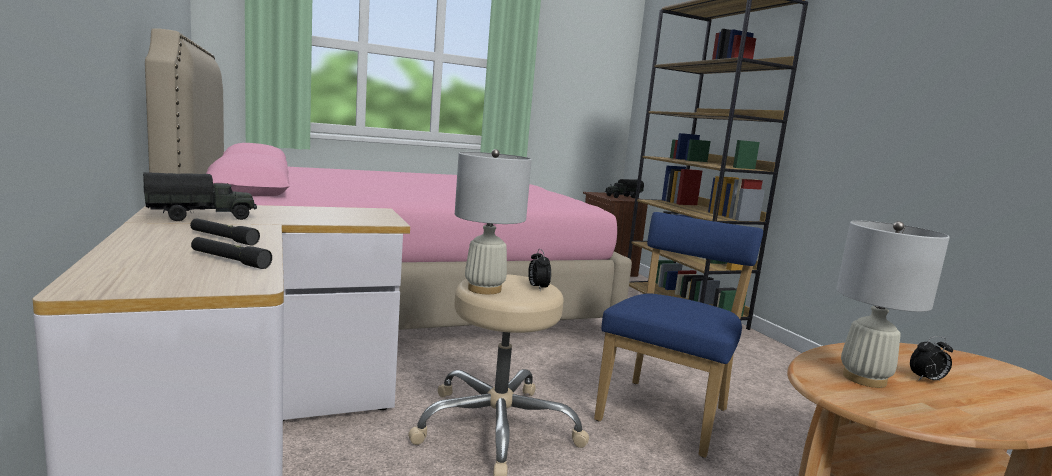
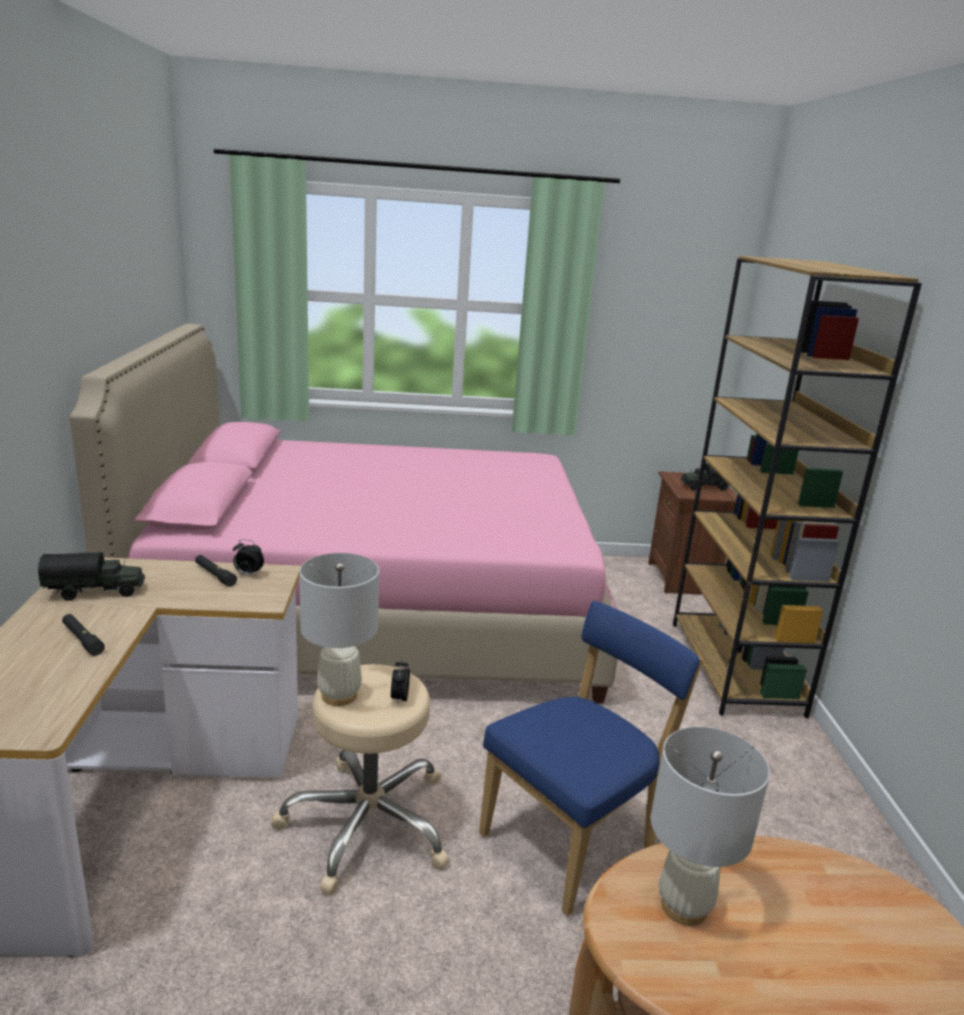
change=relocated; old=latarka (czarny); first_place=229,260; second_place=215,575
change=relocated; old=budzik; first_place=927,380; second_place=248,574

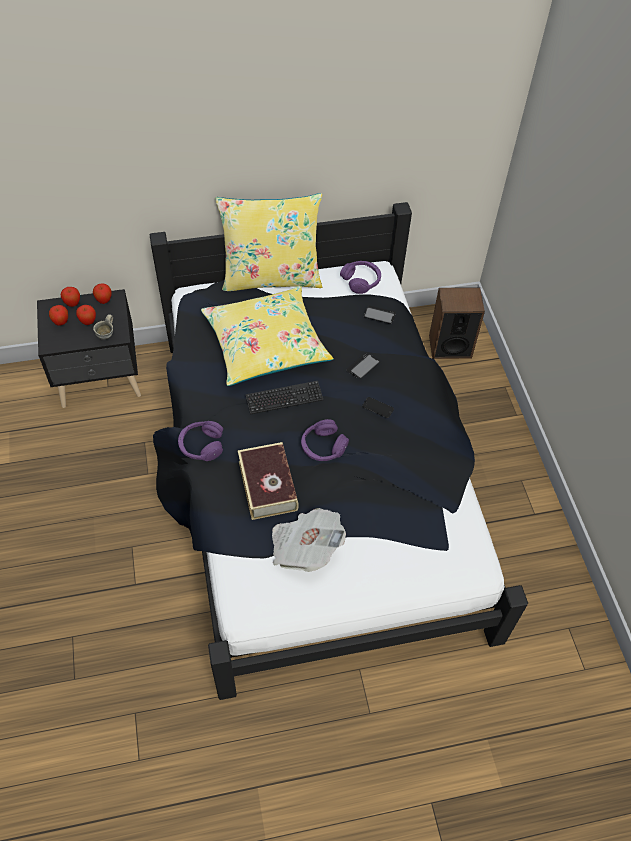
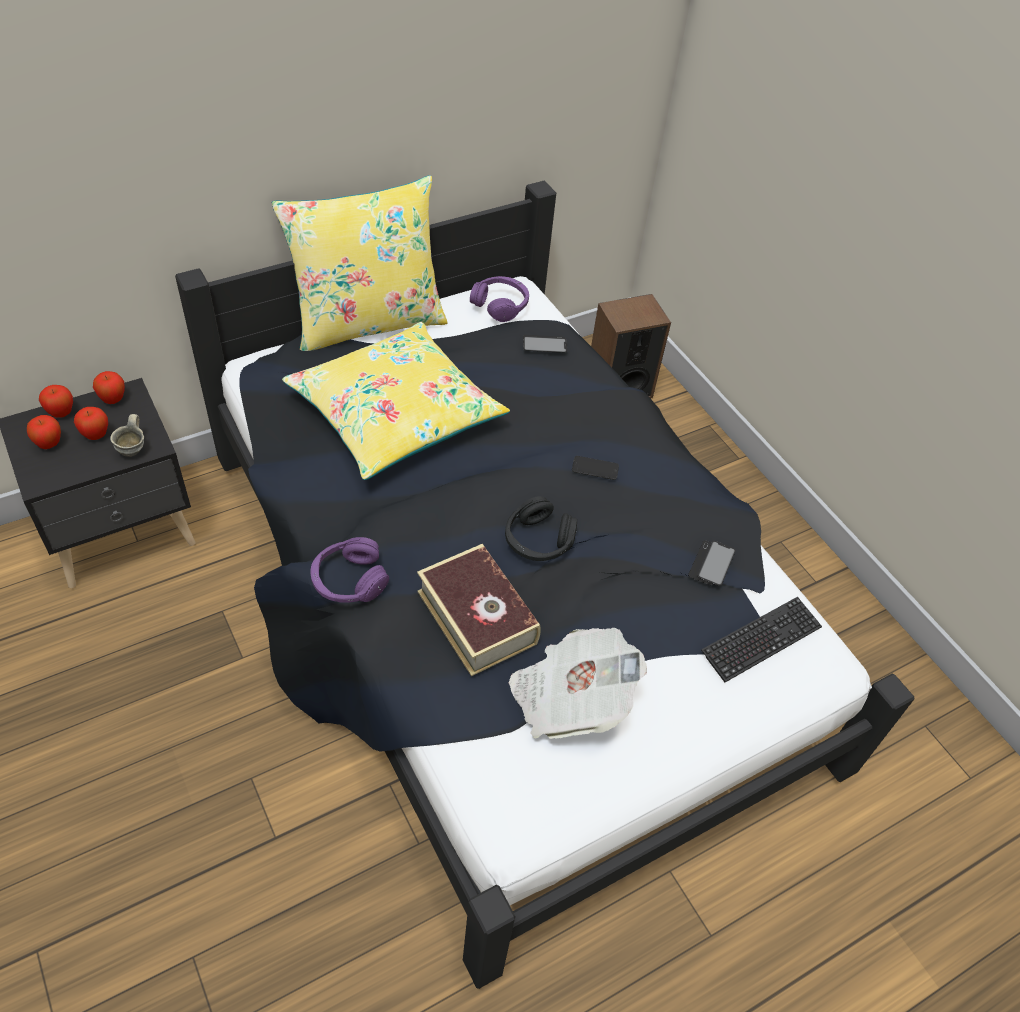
change=relocated; old=klawiatura; first_place=284,398; second_place=761,640
change=relocated; old=telefon; first_place=362,366; second_place=711,564
change=colour; old=słuchawki (fioletowy); new=słuchawki (czarny); first_place=323,446; second_place=538,540

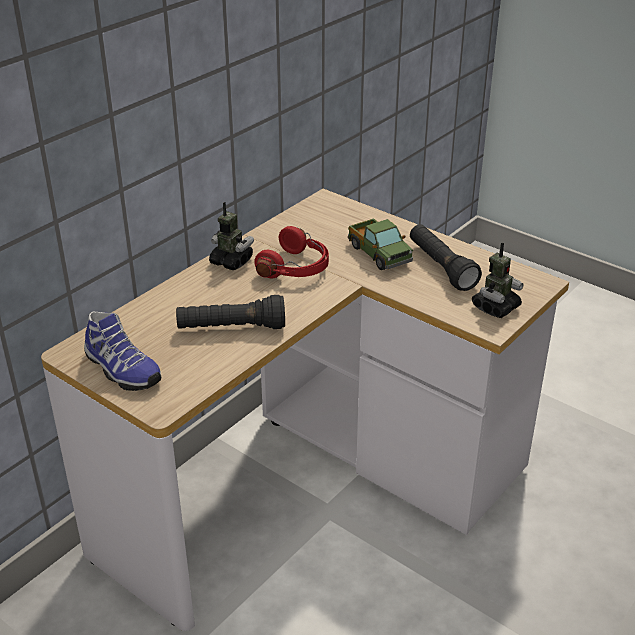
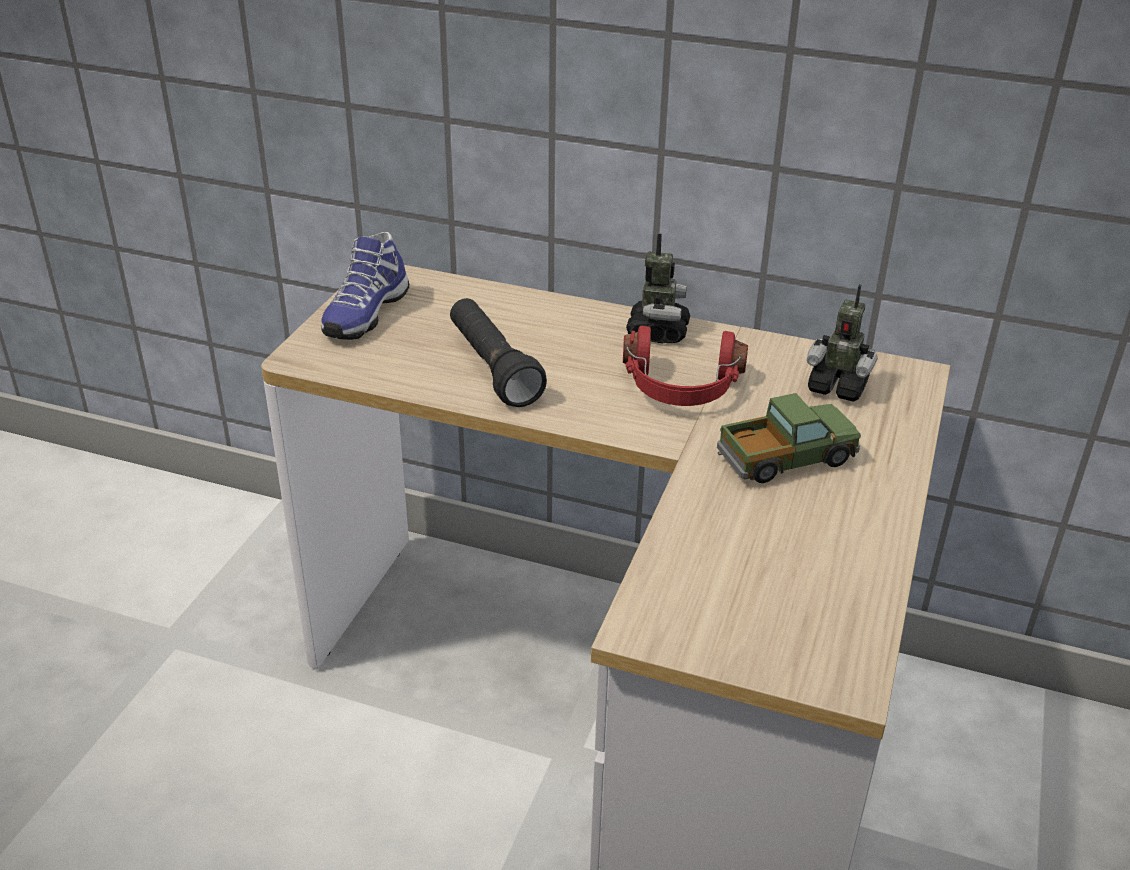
change=missing; old=latarka (czarny); first_place=441,267
change=relocated; old=robot zabawkowy; first_place=495,307; second_place=837,387
change=spun; old=ciężarówka zabawkowa; first_place=379,254; second_place=786,459; degrees=-150

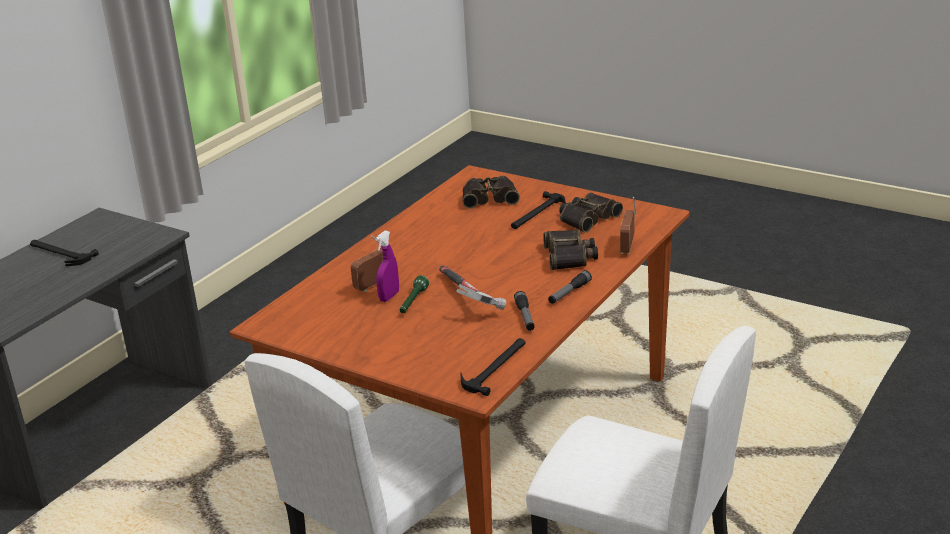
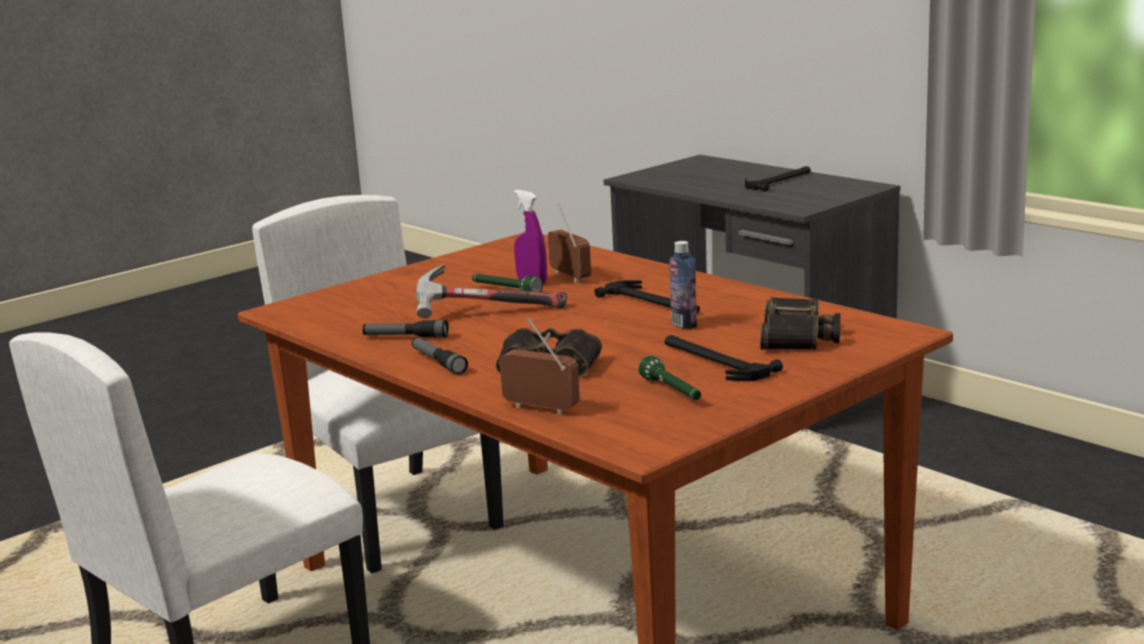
change=appeared; new=butelka; second_place=684,324
change=relocated; old=młotek; first_place=495,367; second_place=652,302
change=exchanged; old=lornetka; new=latarka (zielony); first_place=587,218; second_place=672,392

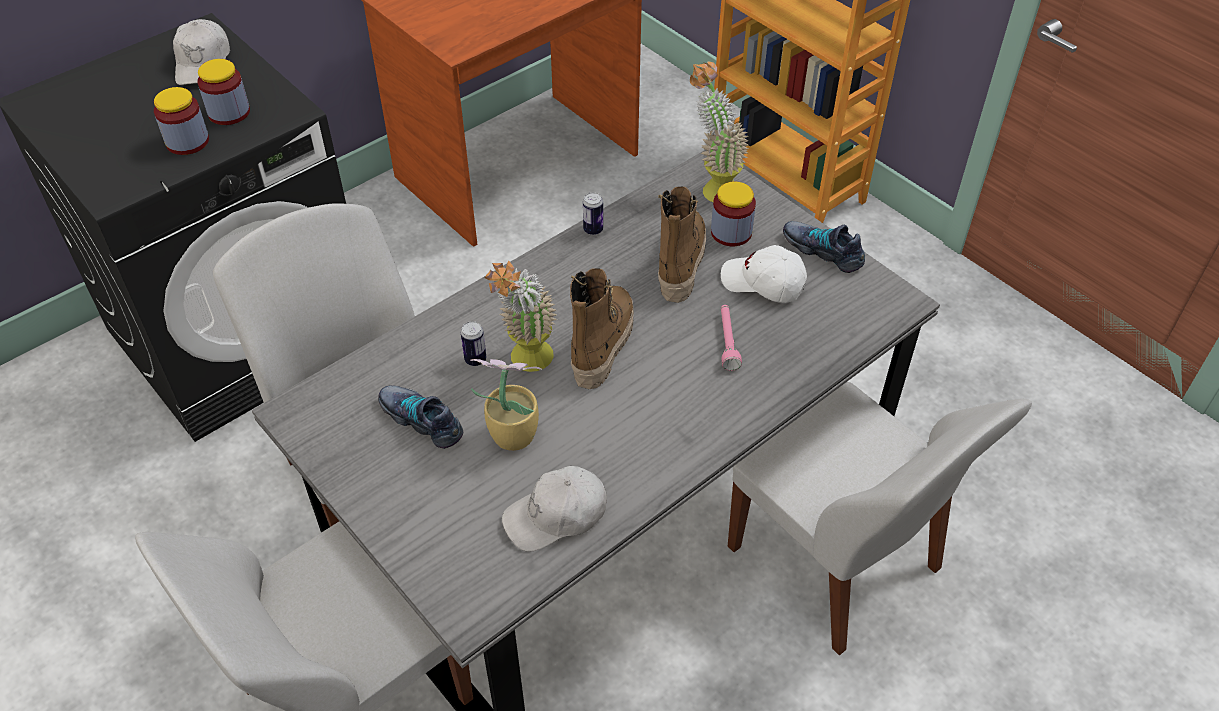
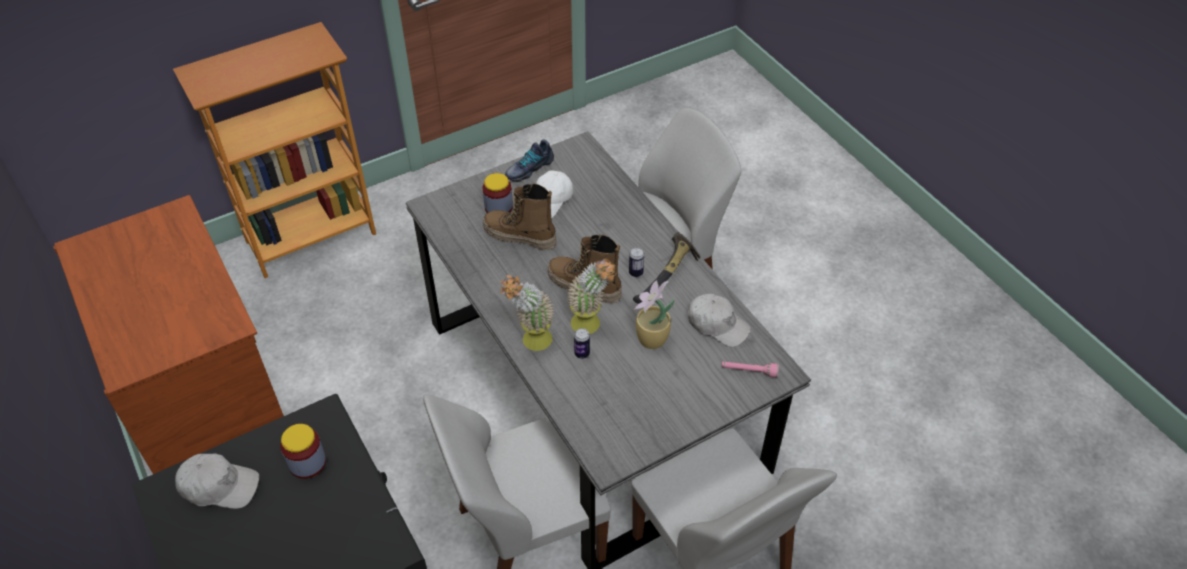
change=missing; old=słoik; first_place=187,142
change=missing; old=but; first_place=422,420
change=appeared; new=młotek; second_place=668,276
change=relocated; old=puszka; first_place=593,230; second_place=636,273
change=relocated; old=roślina doniczkowa; first_place=712,187; second_place=531,343
change=relocated; old=latarka (różowy); first_place=727,341; second_place=748,371
change=spun; old=czapka z daszkiem (biały); first_place=556,516; second_place=717,325; degrees=-45

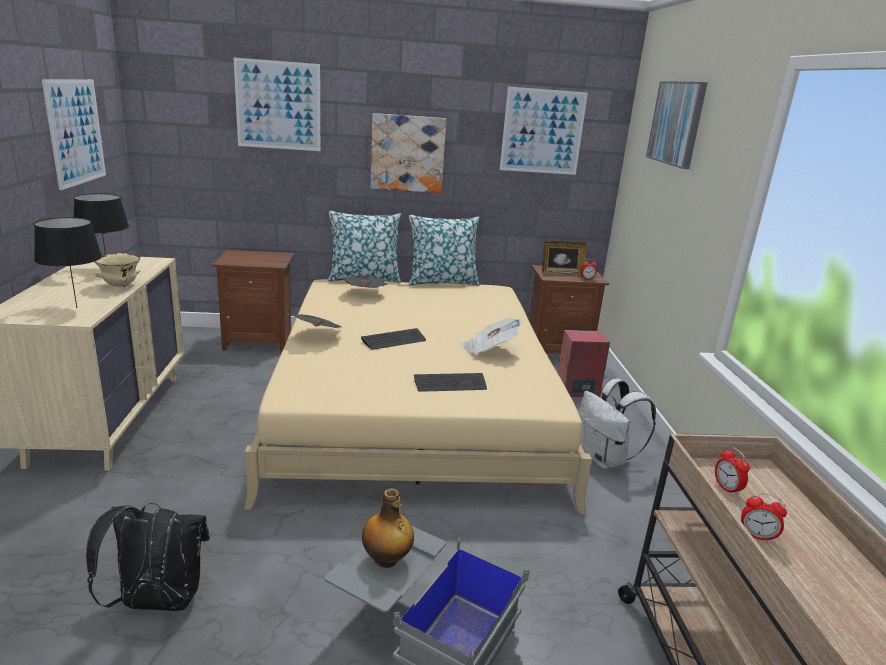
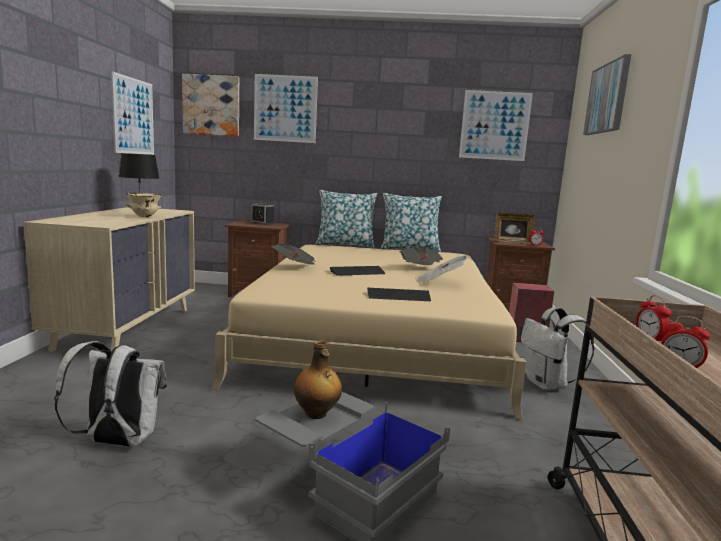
change=missing; old=lampa stołowa (czarny); first_place=76,307
change=appeared; new=budzik; second_place=262,223
change=relocated; old=gazeta; first_place=365,294; second_place=420,268
change=relocated; old=obraz; first_place=407,153; second_place=211,105
change=colour; old=plecak (czarny); new=plecak (biały); first_place=157,603; second_place=117,442

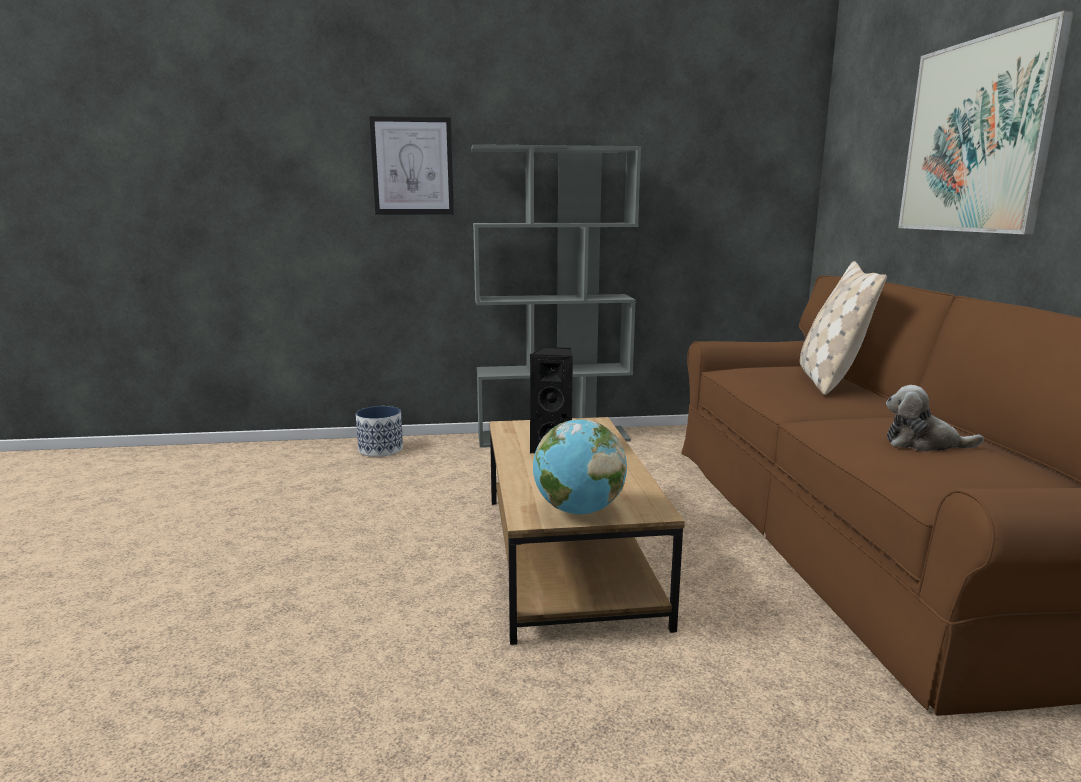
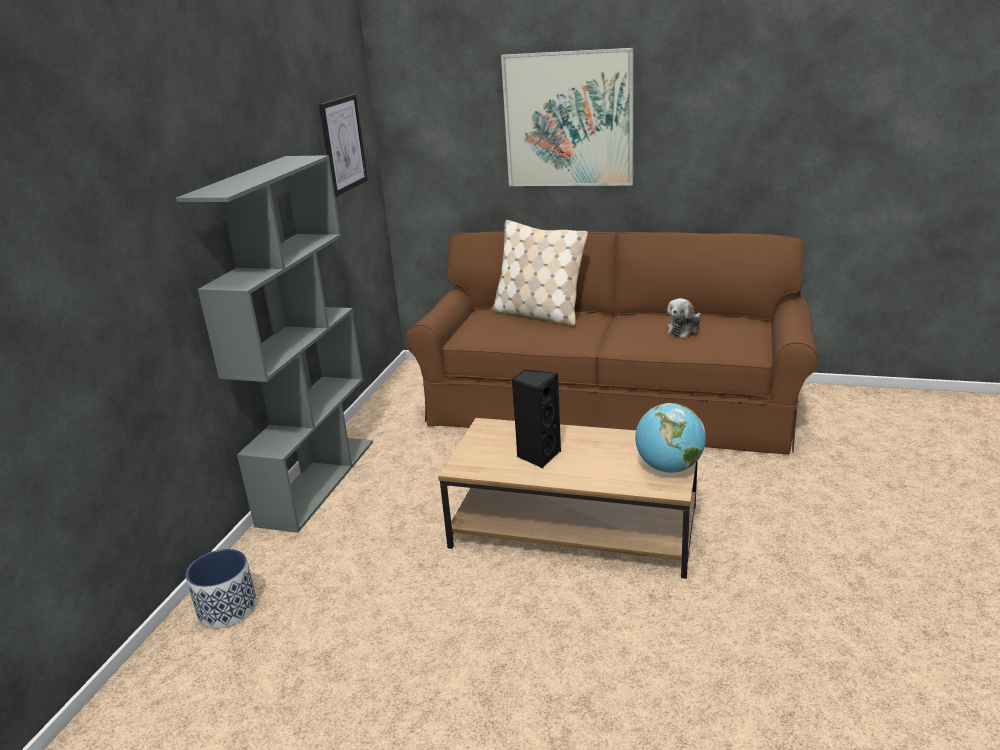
change=relocated; old=obraz; first_place=412,166; second_place=343,144

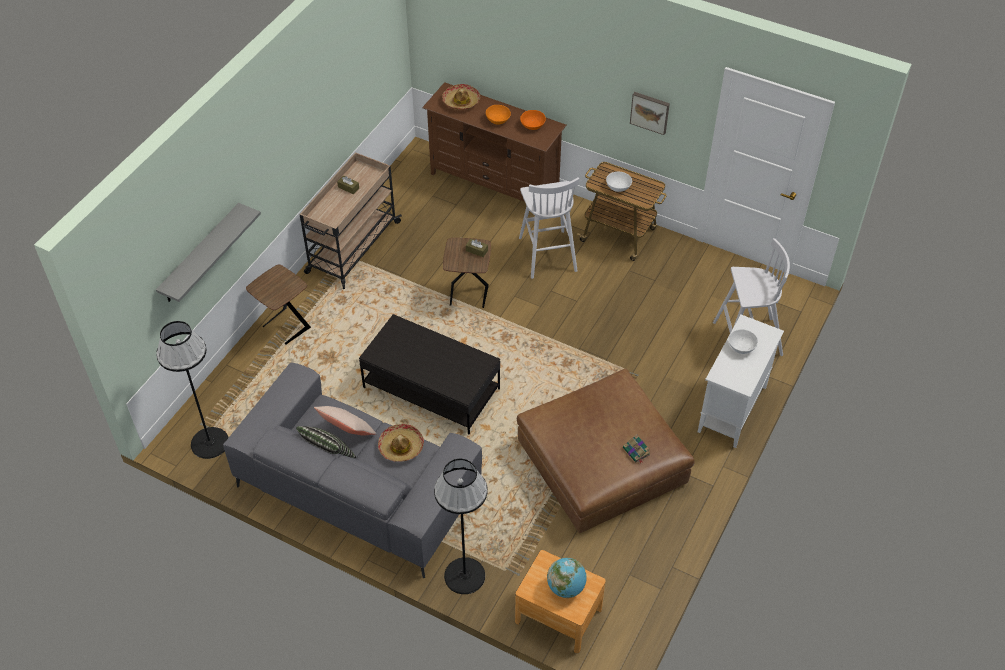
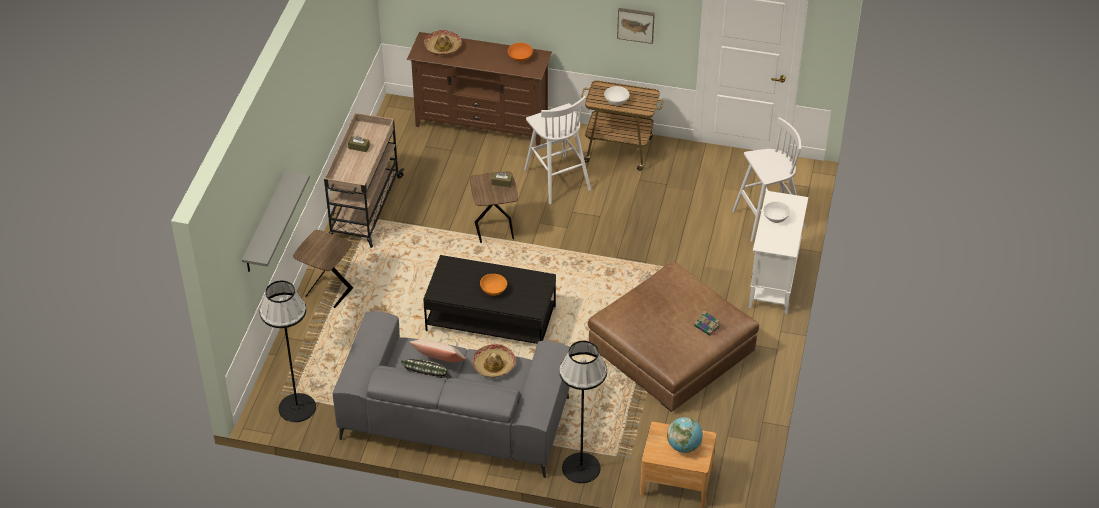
change=relocated; old=miska (pomarańczowy); first_place=498,120; second_place=493,290

